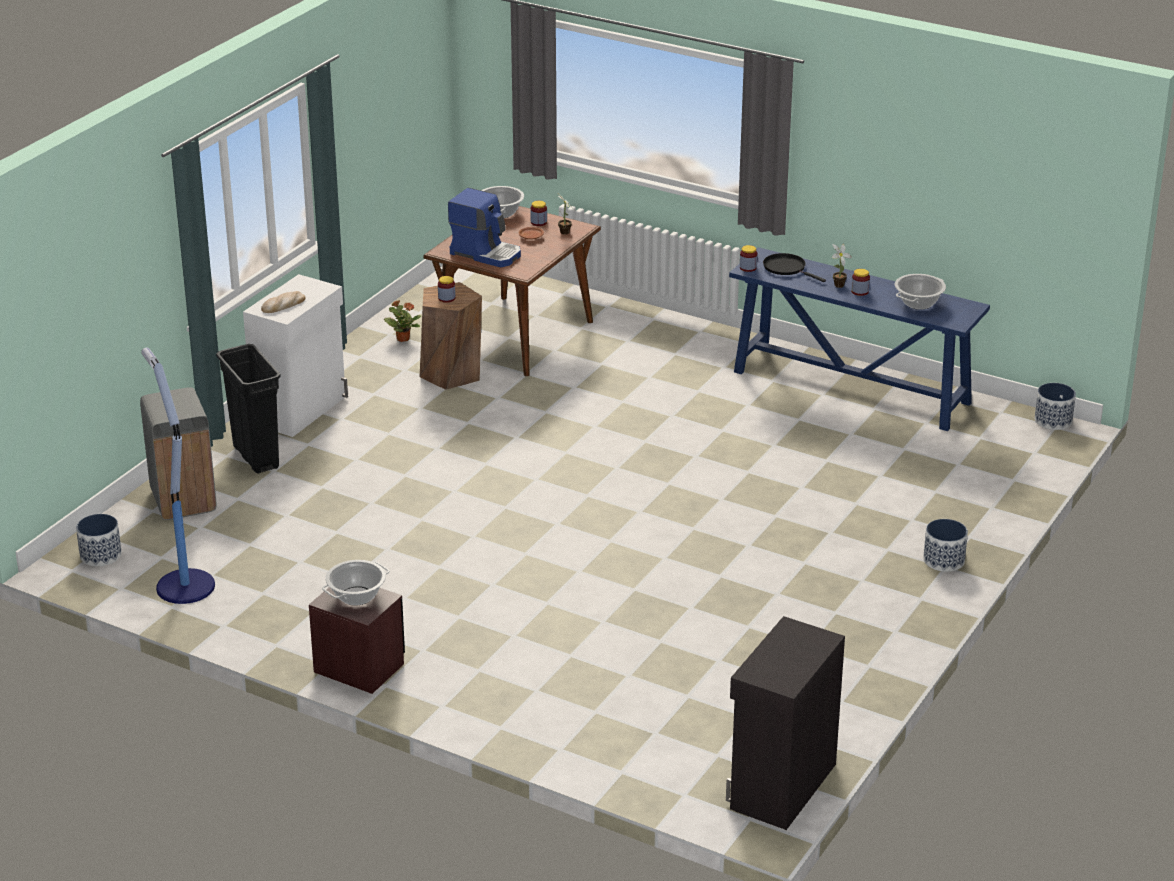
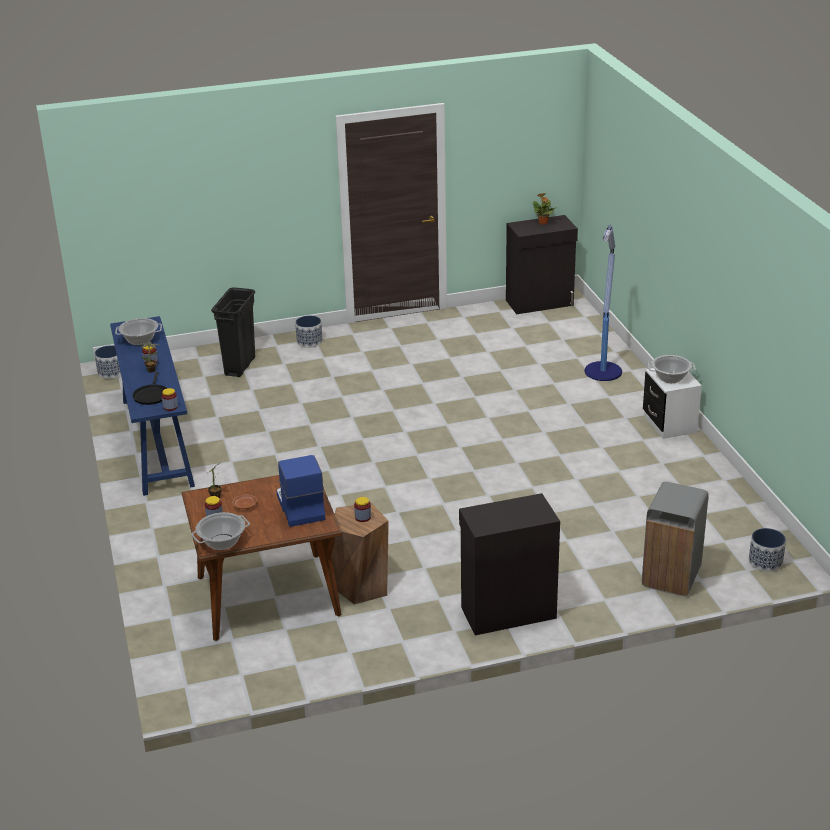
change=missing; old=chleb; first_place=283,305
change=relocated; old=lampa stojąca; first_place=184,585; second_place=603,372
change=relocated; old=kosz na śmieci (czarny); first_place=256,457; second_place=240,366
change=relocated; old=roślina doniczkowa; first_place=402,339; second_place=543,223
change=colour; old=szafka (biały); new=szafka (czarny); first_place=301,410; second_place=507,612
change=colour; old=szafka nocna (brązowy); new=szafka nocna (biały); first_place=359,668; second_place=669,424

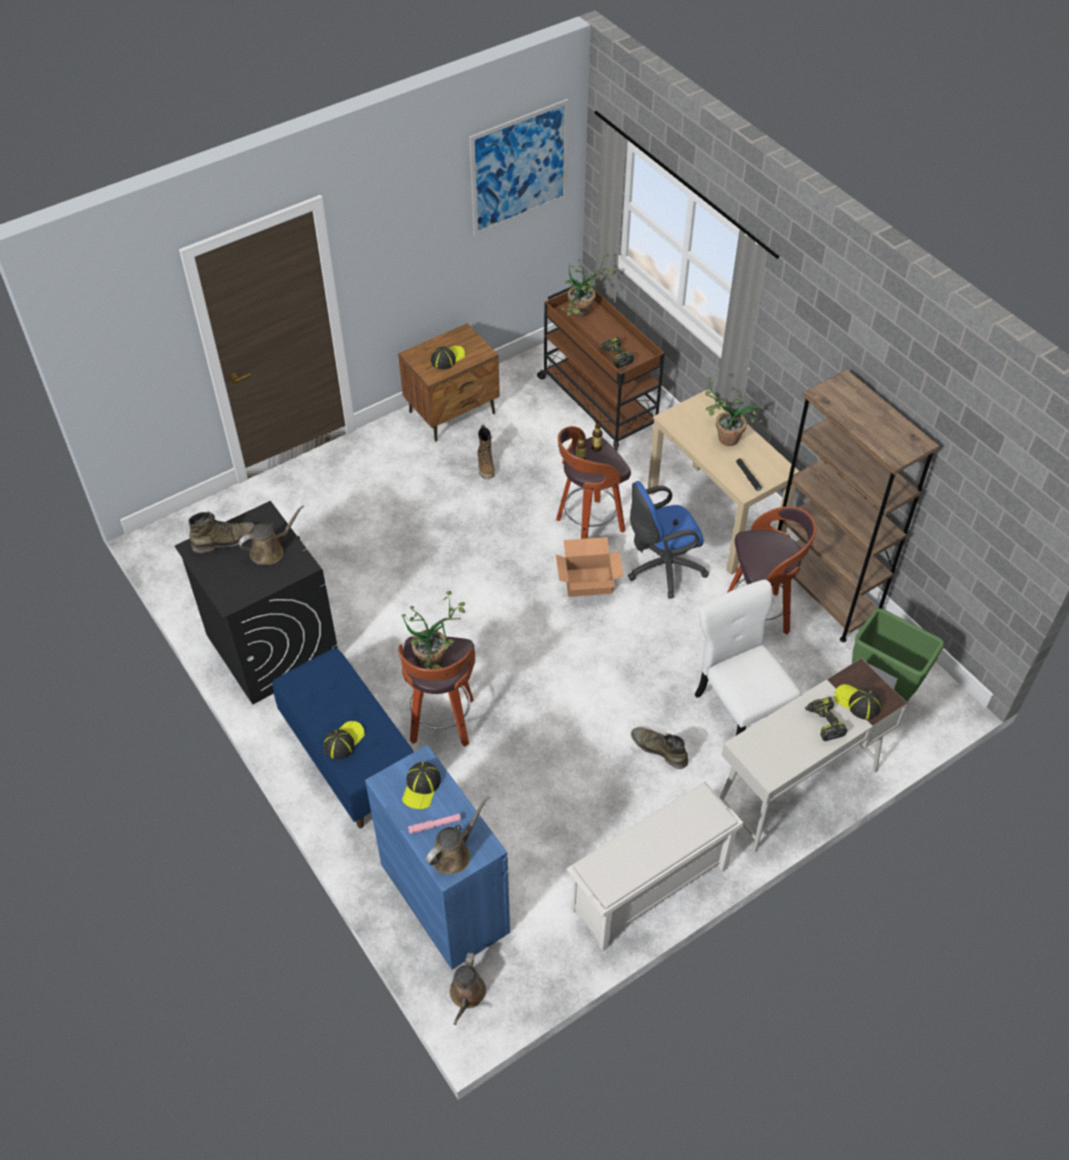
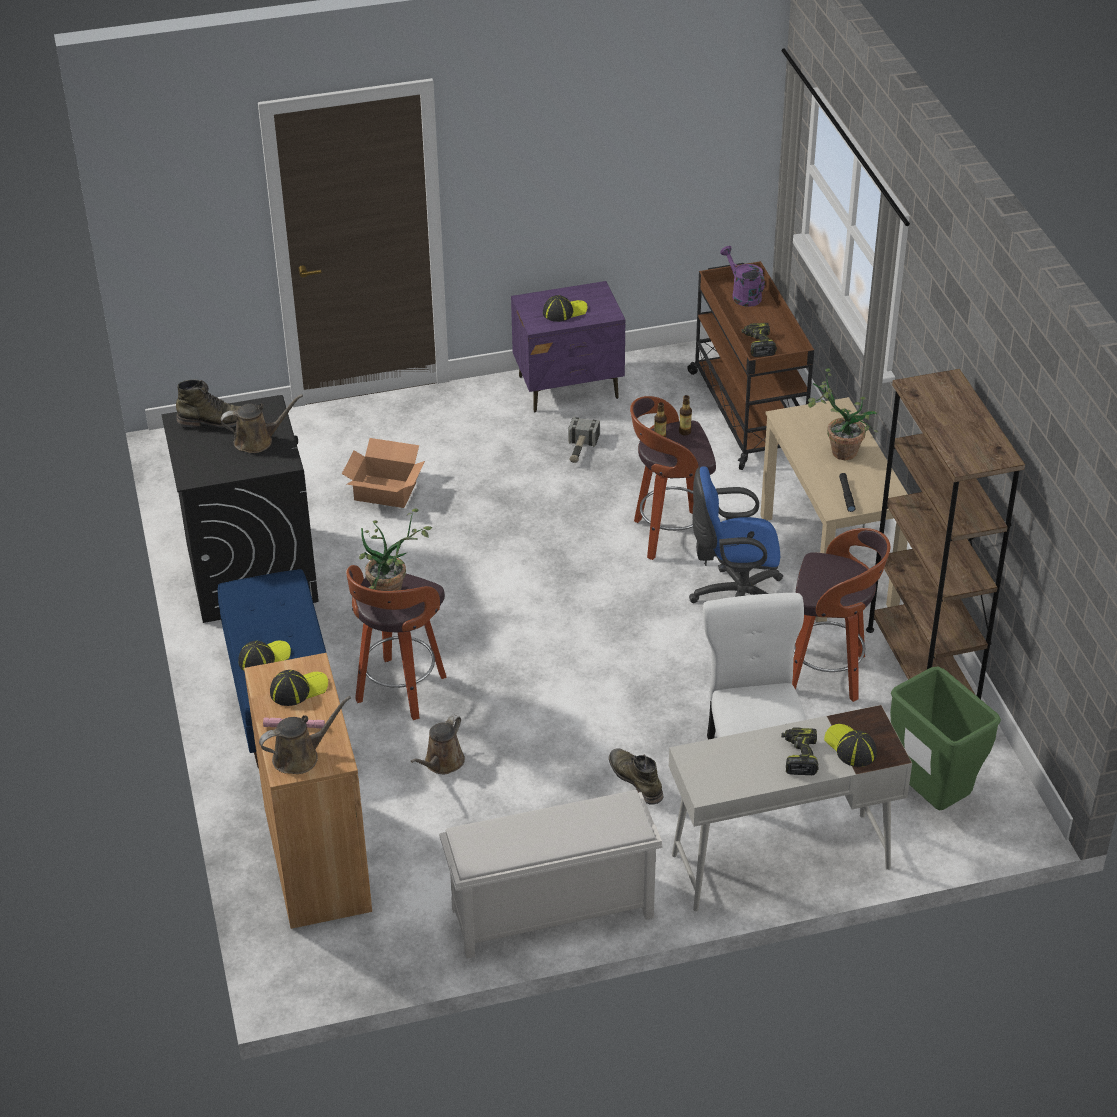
change=missing; old=obraz; first_place=519,168
change=relocated; old=konewka (brązowy); first_place=467,995; second_place=442,763
change=relocated; old=karton; first_place=587,581; second_place=384,491
change=exchanged; old=but z cholewką; new=młotek; first_place=486,466; second_place=580,449
change=exchanged; old=roślina doniczkowa; new=konewka (fioletowy); first_place=583,314; second_place=742,295
change=colour; old=szafka (niebieski); new=szafka (brązowy); first_place=444,898; second_place=317,859
change=colour; old=szafka nocna (brązowy); new=szafka nocna (fioletowy); first_place=453,413; second_place=569,387
change=spun; old=czapka z daszkiem; first_place=421,787; second_place=298,689; degrees=-150

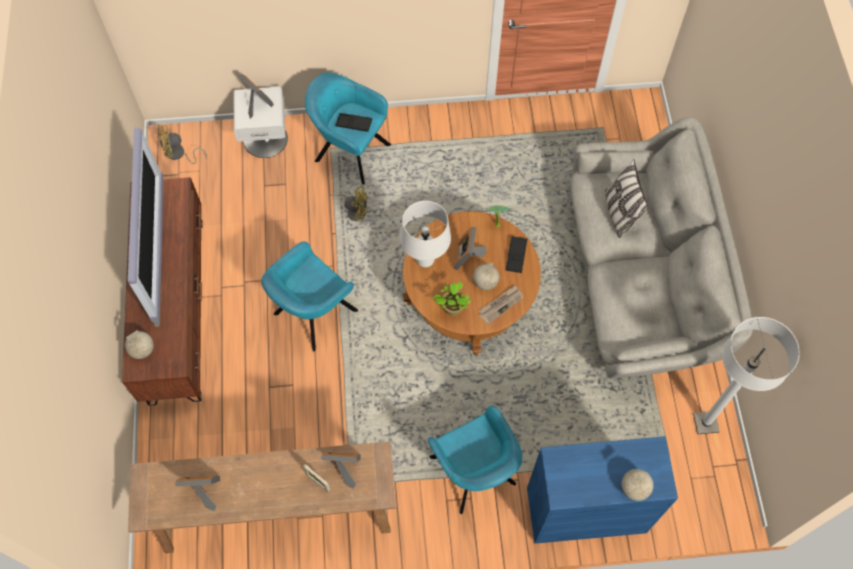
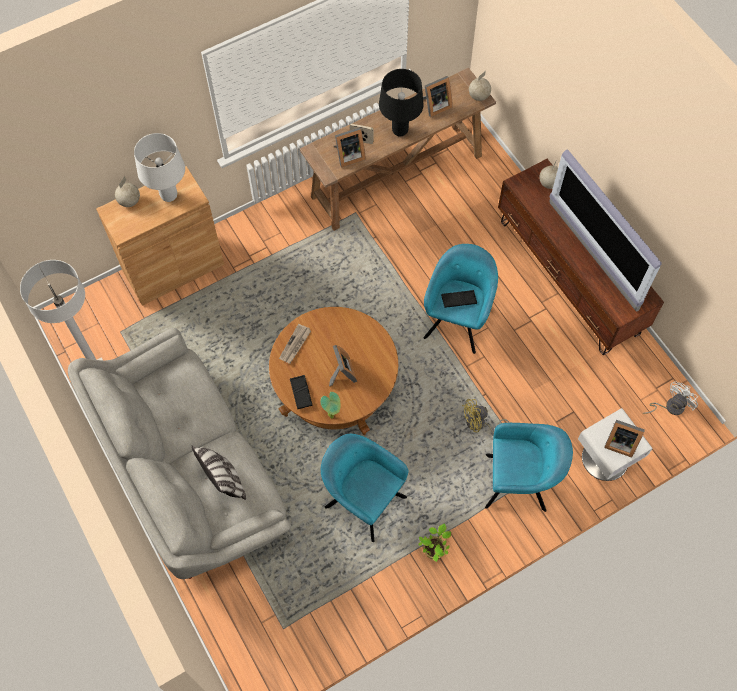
change=appeared; new=lampa stołowa (czarny); second_place=400,131
change=relocated; old=taca (czarny); first_place=354,124; second_place=458,300
change=relocated; old=lampa stołowa (biały); first_place=425,261; second_place=169,196
change=relocated; old=fotel (turkusowy); first_place=474,474; second_place=362,500
change=relocated; old=roślina doniczkowa; first_place=452,309; second_place=434,550
change=relocated; old=globus; first_place=485,282; second_place=479,96
change=colour; old=wentylator (żółty); new=wentylator (biały); first_place=179,154; second_place=670,406
change=colour; old=szafka (niebieski); new=szafka (brązowy); first_place=586,510; second_place=173,268

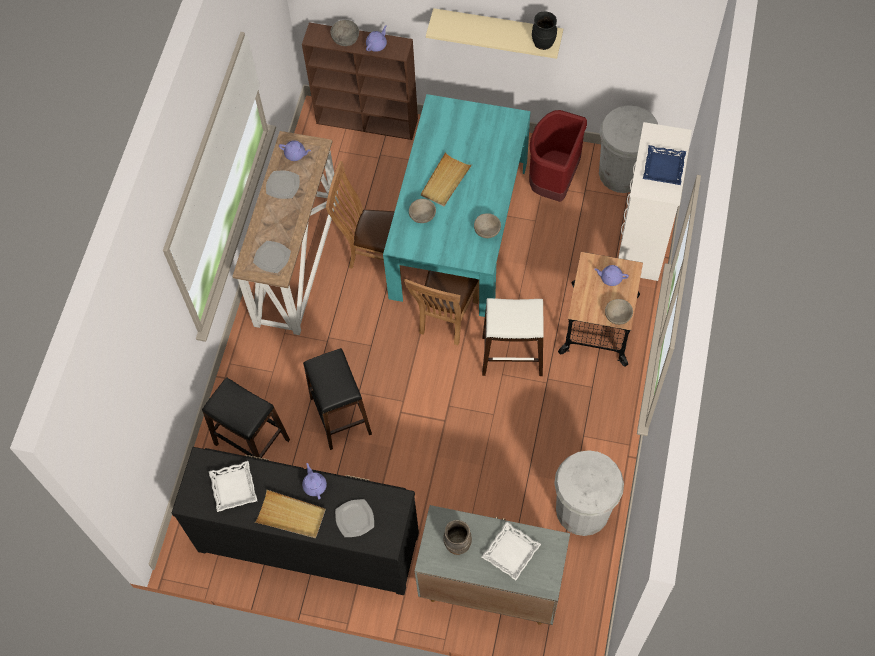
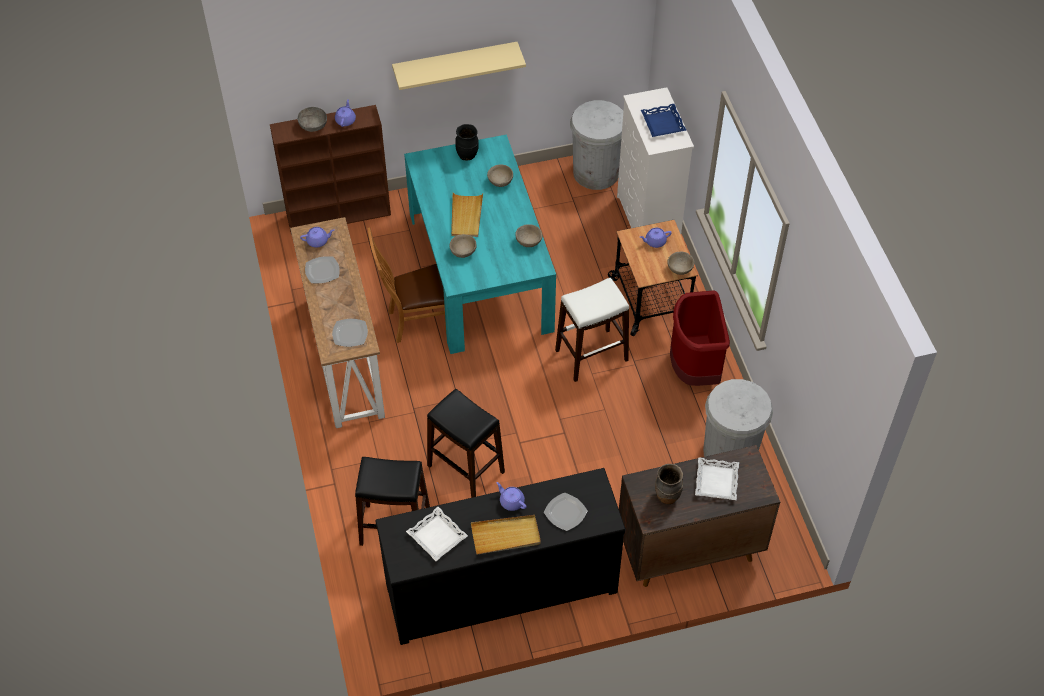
change=missing; old=krzesło (brązowy); first_place=446,319
change=appeared; new=miska (beżowy); second_place=500,181
change=relocated; old=kosz na śmieci (czerwony); first_place=553,181; second_place=694,368
change=relocated; old=wazon (czarny); first_place=543,44; second_place=467,155
change=colour; old=szafka (szary); new=szafka (brązowy); first_place=490,585; second_place=688,549

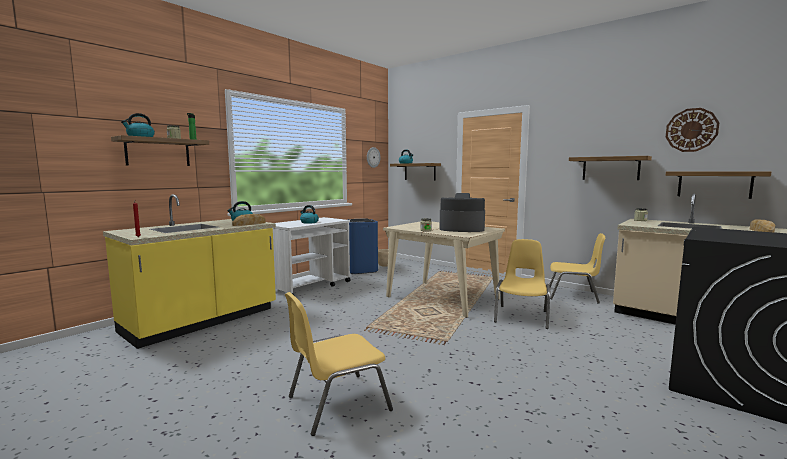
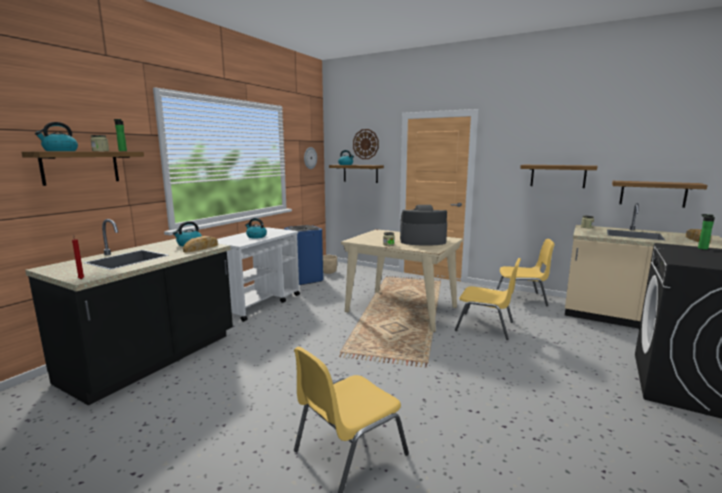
change=appeared; new=butelka; second_place=701,248
change=relocated; old=zegar ścienny; first_place=691,130; second_place=365,144
change=colour; old=zabudowa kuchenna (żółty); new=zabudowa kuchenna (czarny); first_place=202,320; second_place=153,359
change=spun; old=krzesło (żółty); first_place=522,316; second_place=485,326; degrees=105

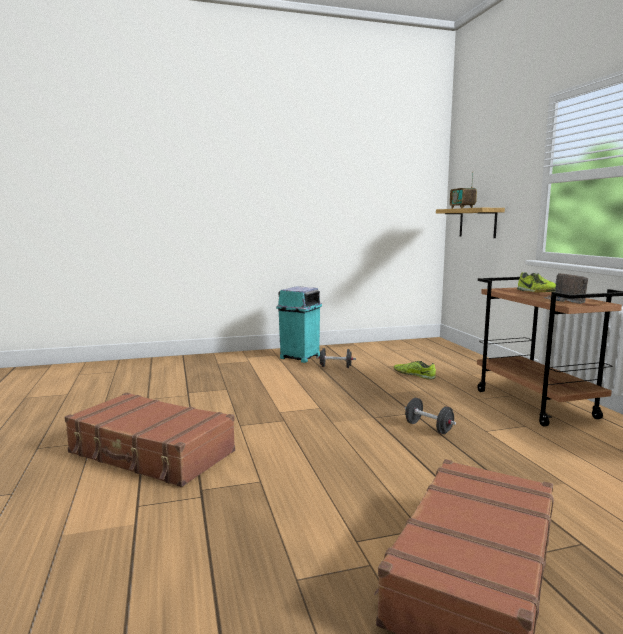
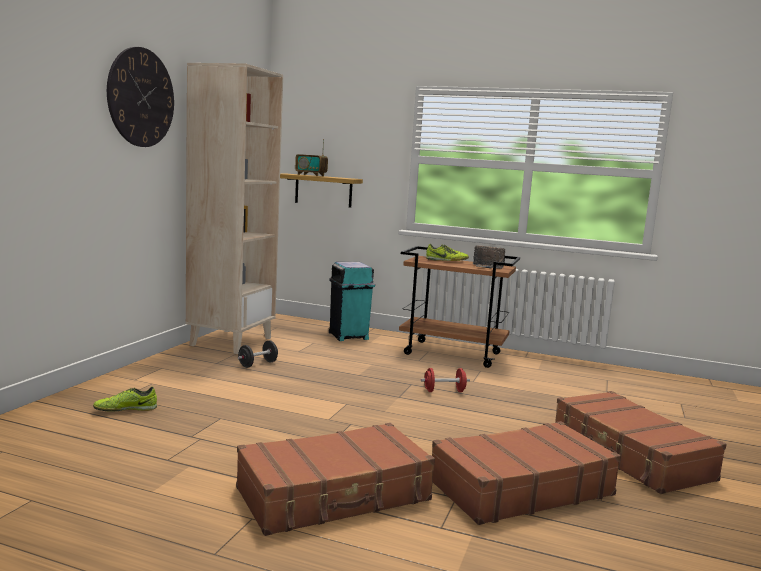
change=appeared; new=zegar ścienny; second_place=141,97
change=appeared; new=regał (beżowy); second_place=231,341
change=appeared; new=walizka (brązowy); second_place=520,488
change=relocated; old=kosz na śmieci (turkusowy); first_place=299,357; second_place=348,336
change=relocated; old=but; first_place=414,375; second_place=125,409
change=colour; old=hantel (czarny); new=hantel (czerwony); first_place=428,428; second_place=444,391

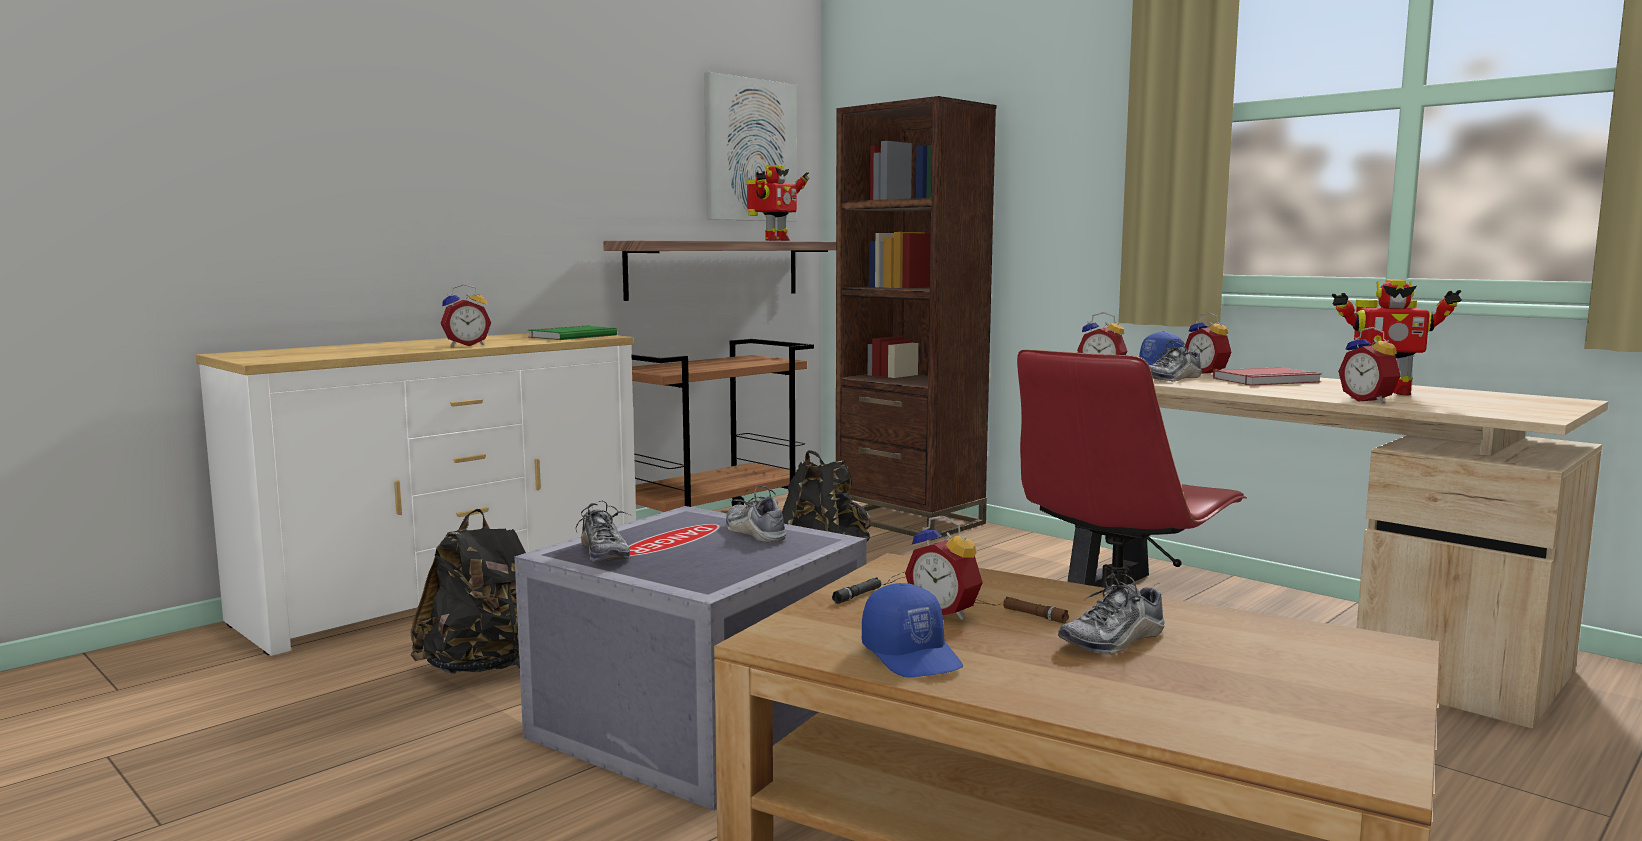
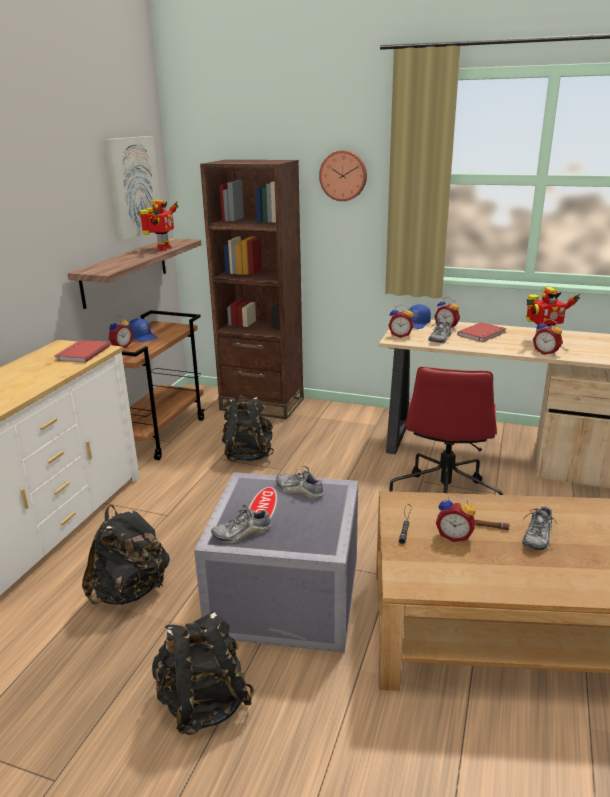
change=appeared; new=plecak (czarny); second_place=203,703
change=appeared; new=zegar ścienny; second_place=343,175
change=relocated; old=budzik; first_place=466,345; second_place=121,346
change=relocated; old=czapka z daszkiem (niebieski); first_place=913,656; second_place=143,337
change=colour; old=książka (zielony); new=książka (czerwony); first_place=571,336; second_place=81,353
change=spun; old=but; first_place=604,553; second_place=242,533; degrees=120

